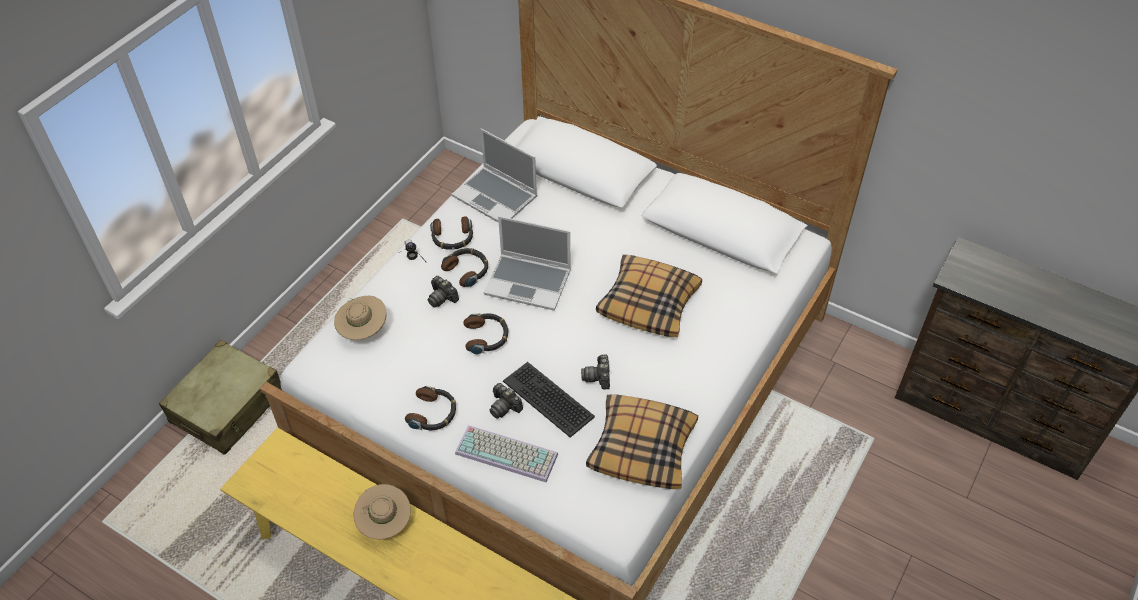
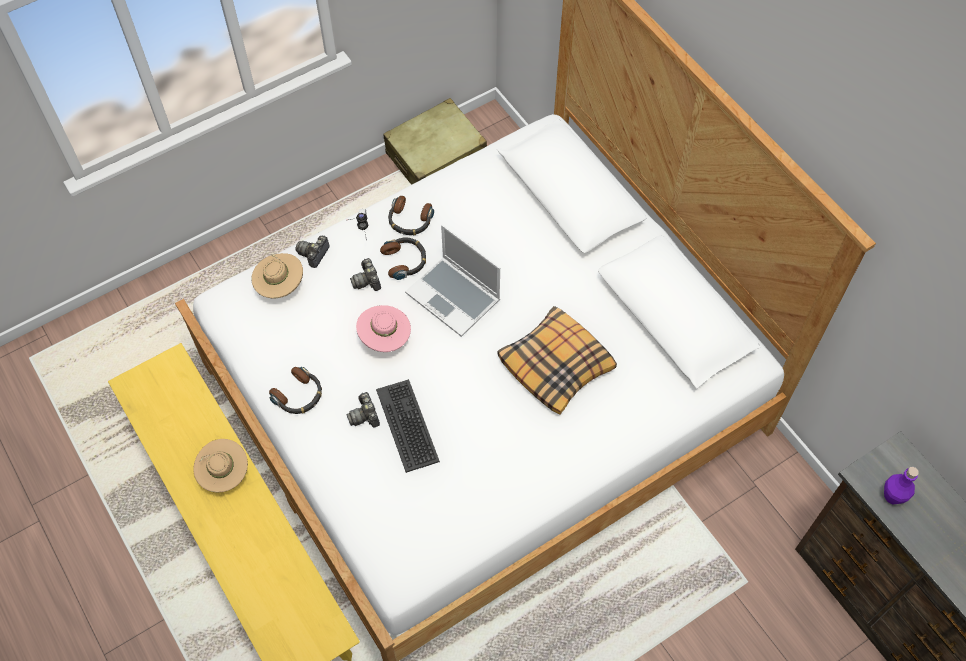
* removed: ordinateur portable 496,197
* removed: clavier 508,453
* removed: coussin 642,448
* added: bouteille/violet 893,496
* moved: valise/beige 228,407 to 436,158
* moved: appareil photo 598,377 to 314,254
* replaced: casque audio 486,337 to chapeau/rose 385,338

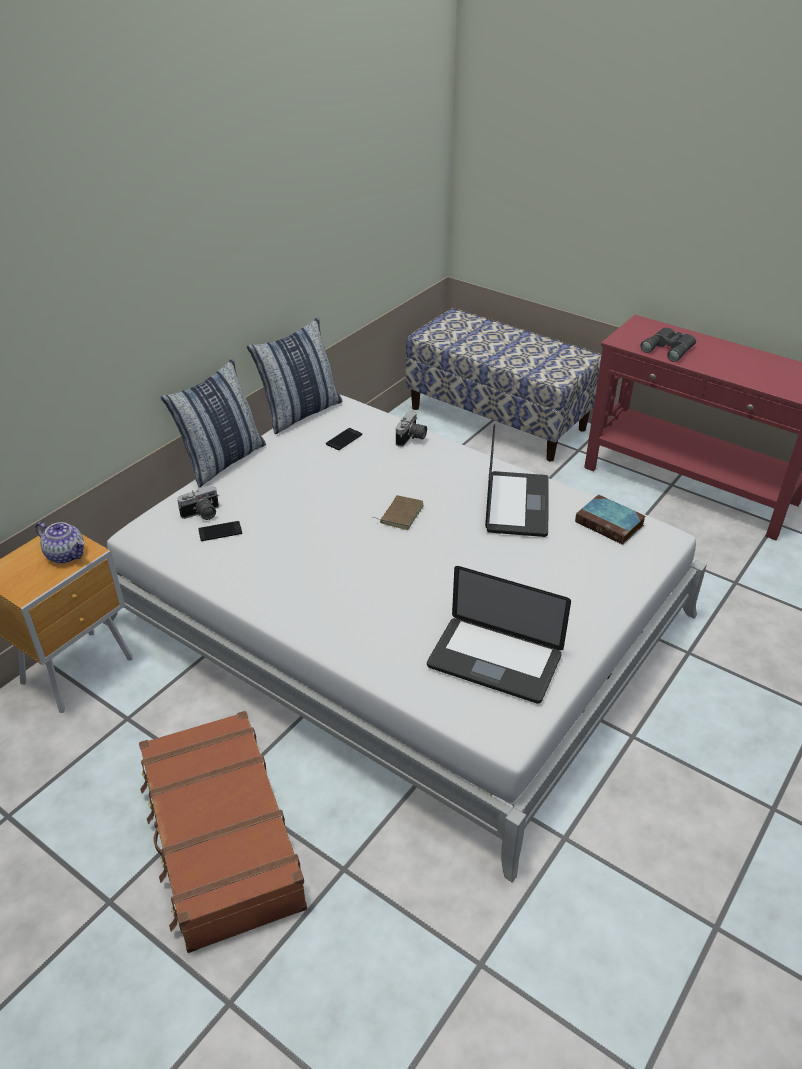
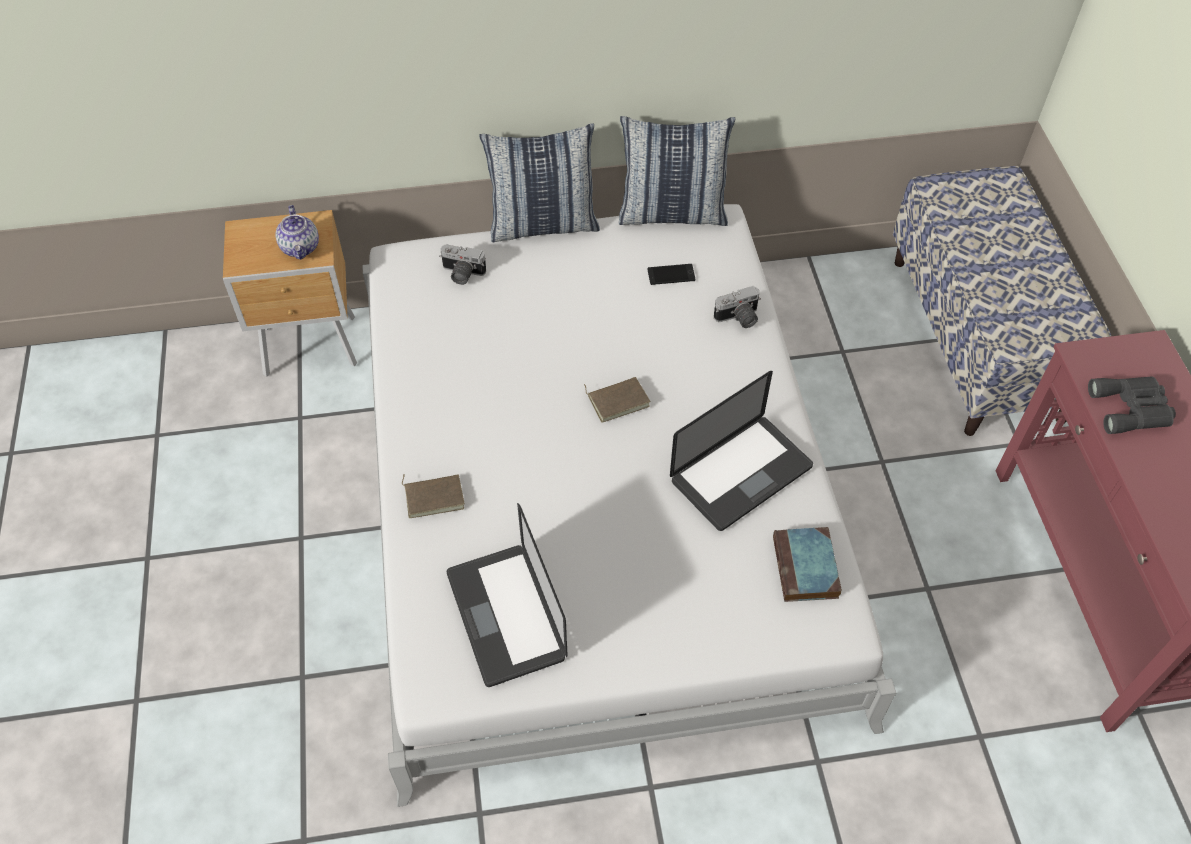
* removed: valise/marron 221,839
* removed: téléphone 220,531
* added: livre/marron 434,496

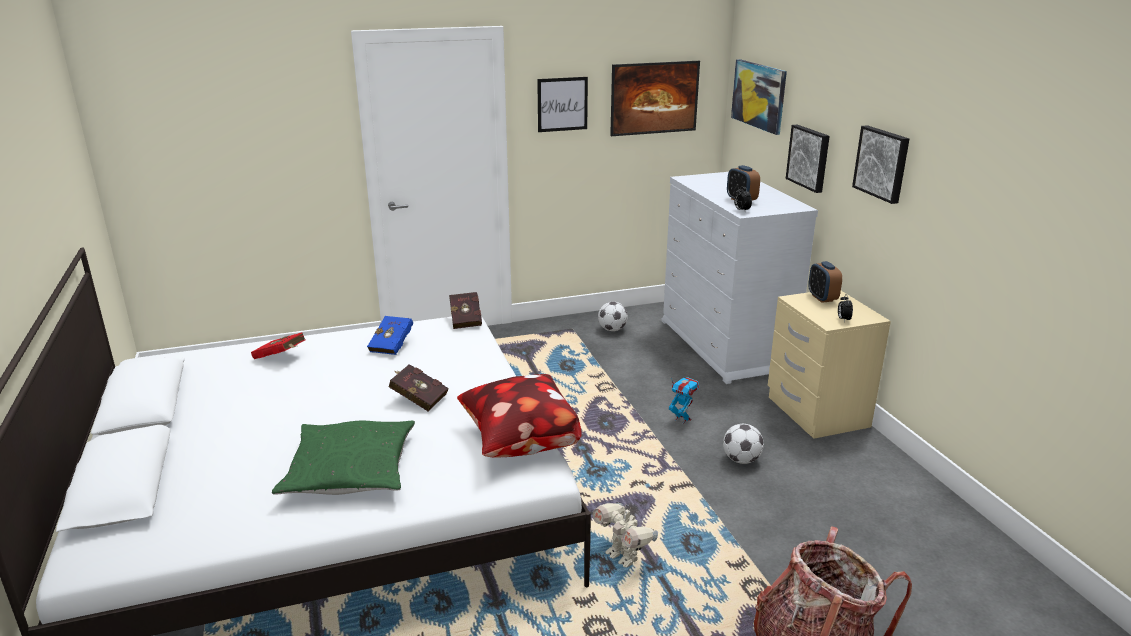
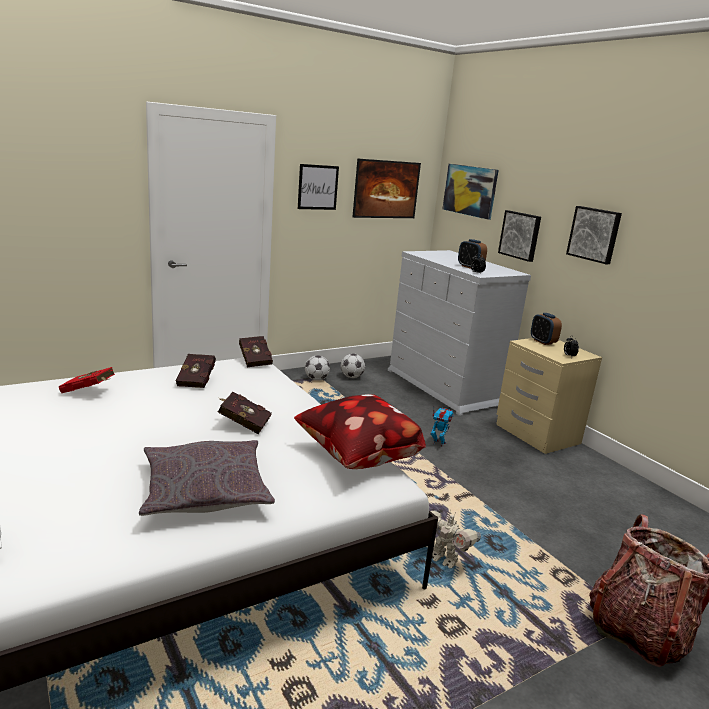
* moved: ballon de foot 741,460 to 316,379
* recoloured: coussin/vert 350,470 to coussin/gris 205,490
* recoloured: livre/bleu 393,345 to livre/rouge 197,380

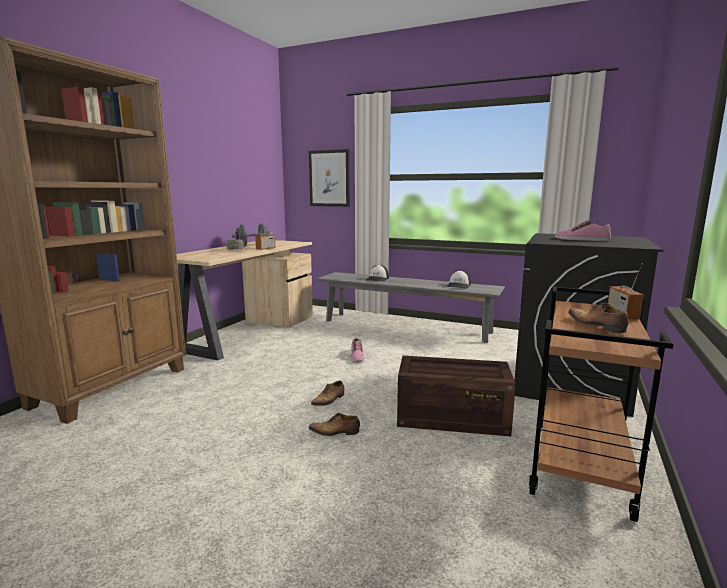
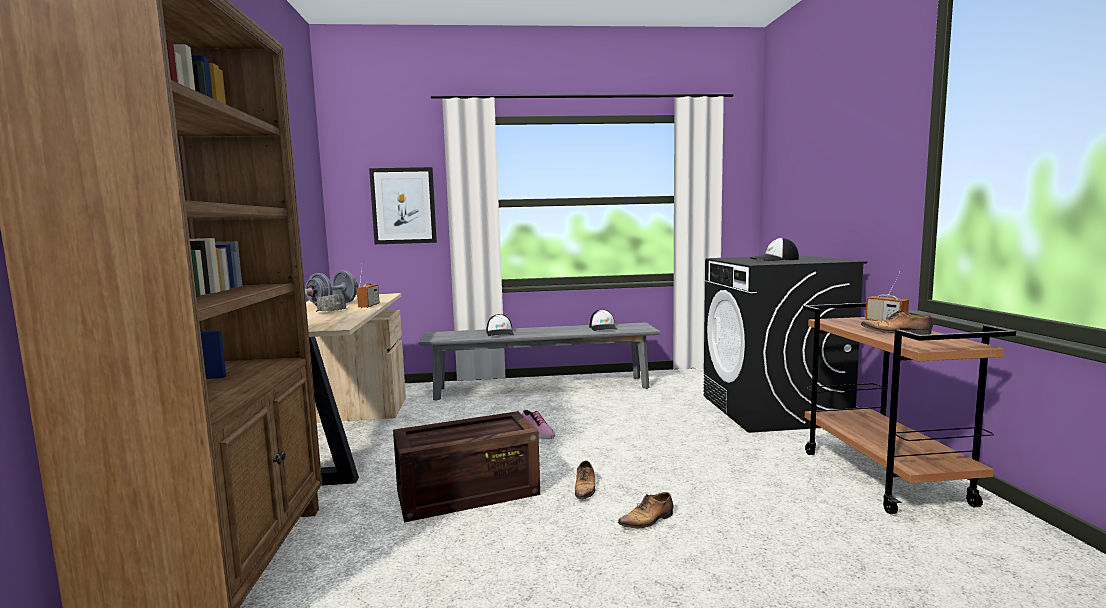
* moved: caisse 450,418 to 466,494
* replaced: chaussure 581,239 to casquette 774,259

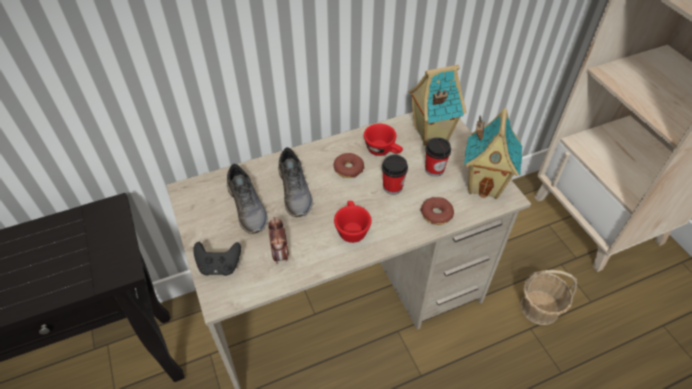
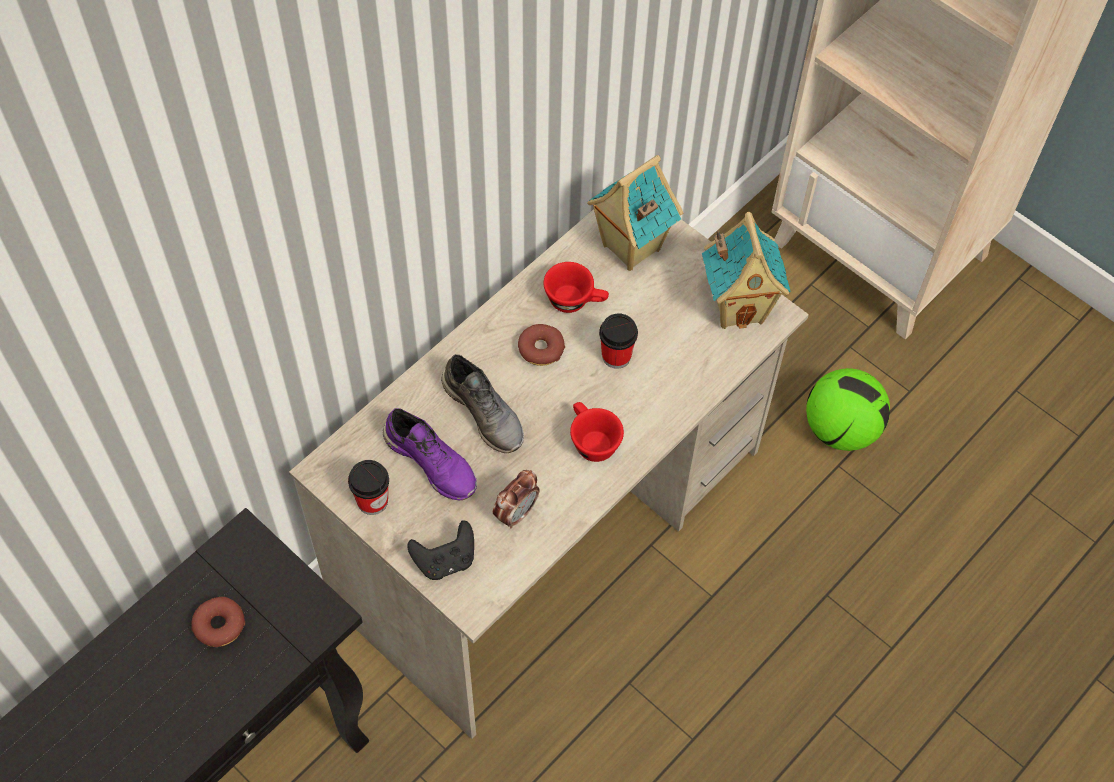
* moved: beignet 436,214 to 219,625
* moved: tasse 434,169 to 372,501
* replaced: panier 539,308 to ballon de foot 841,429
* recoloured: chaussure/gris 248,207 to chaussure/violet 432,461
* turned: réveil 280,254 = 516,513 105 degrees counterclockwise

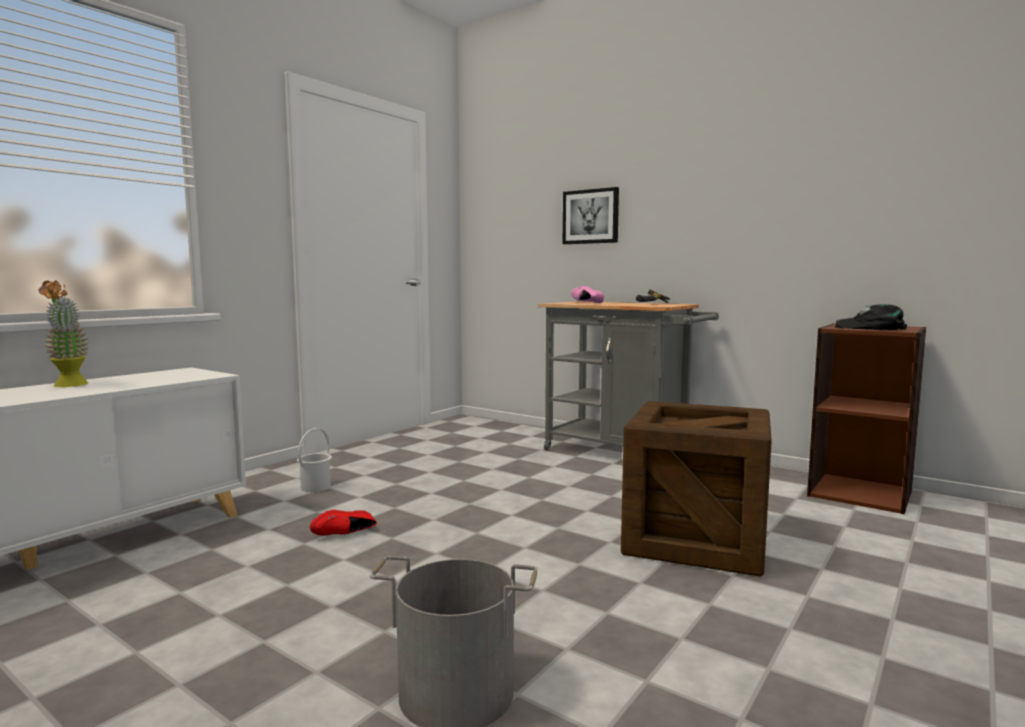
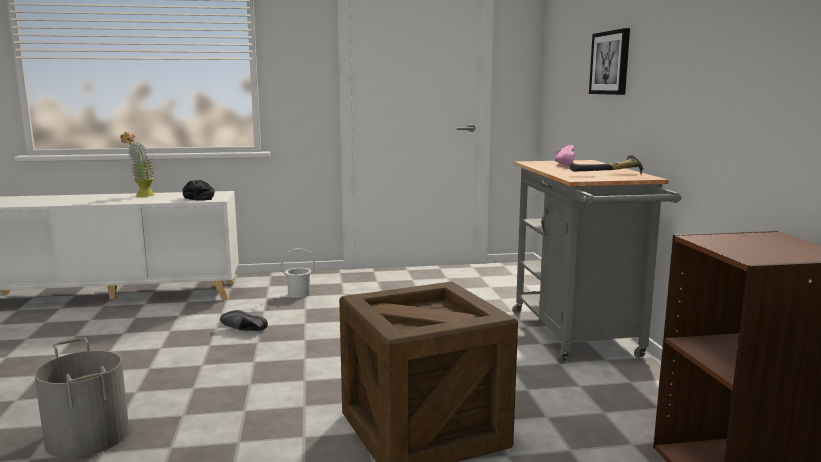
* moved: casquette/noir 871,328 to 200,197
* recoloured: chaussure/rouge 346,535 to chaussure/noir 243,331

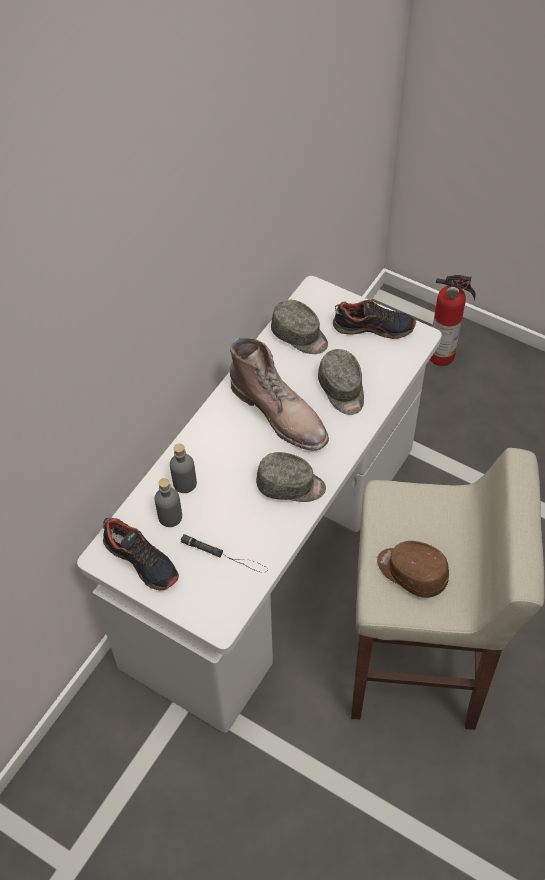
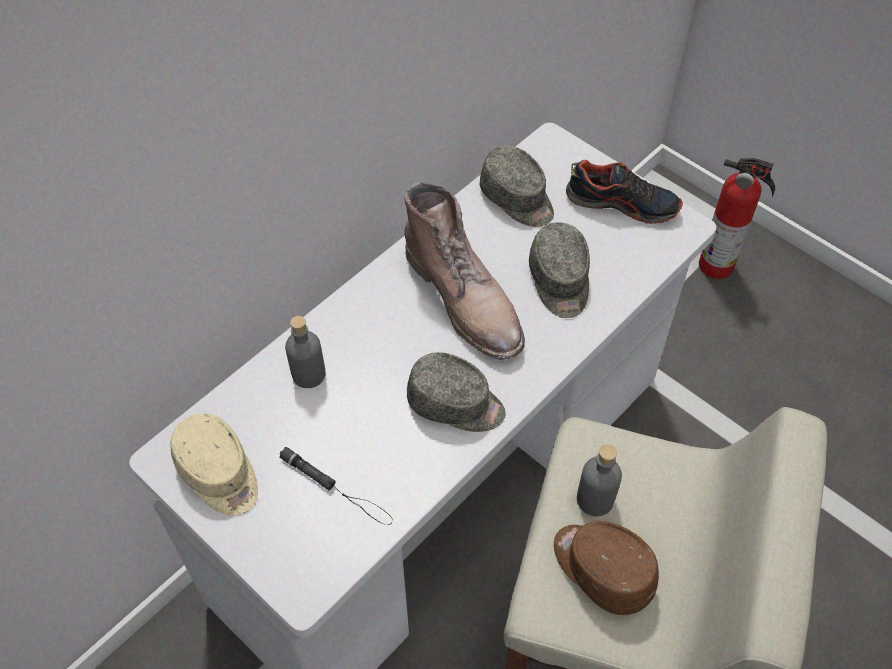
* moved: bouteille/gris 170,517 to 595,499
* replaced: chaussure 142,560 to casquette/beige 219,474

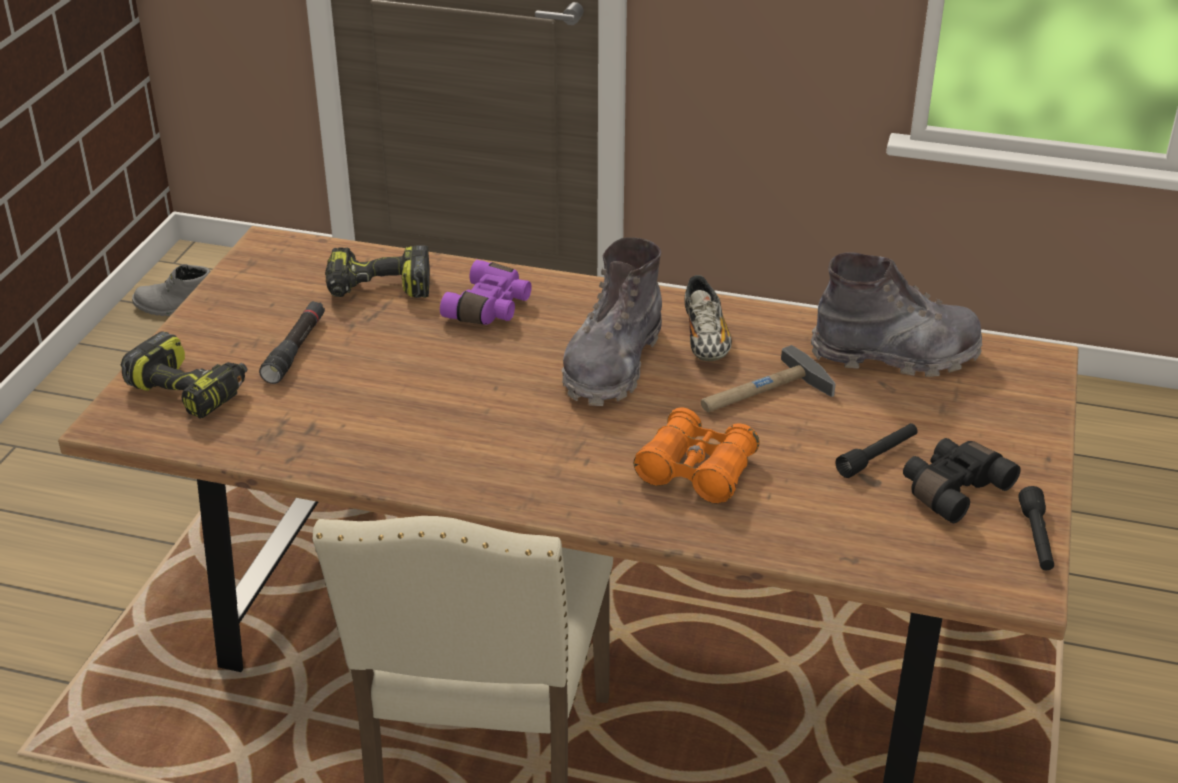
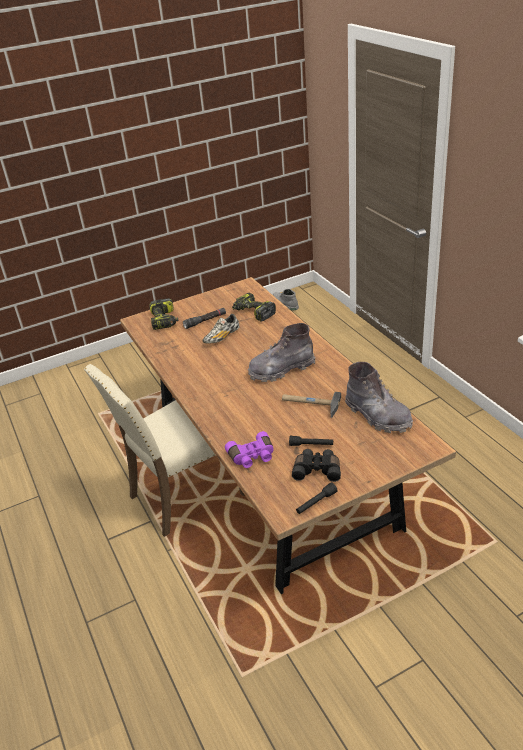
* removed: jumelles/orange 697,471
* moved: jumelles/violet 490,308 to 252,457
* moved: chaussure 705,339 to 222,337

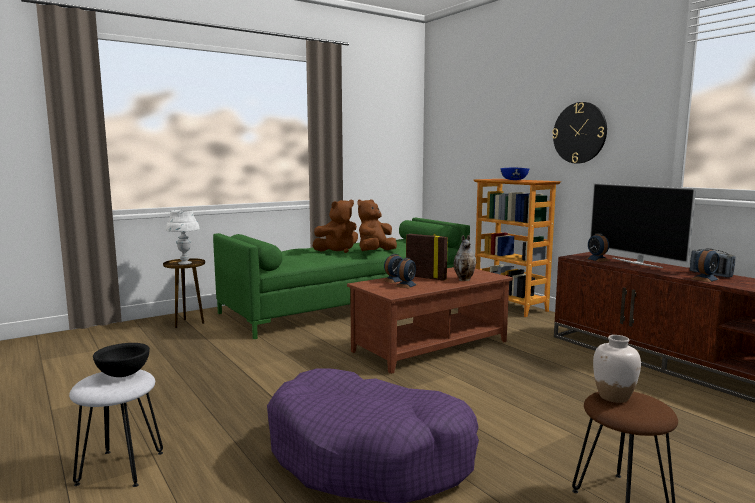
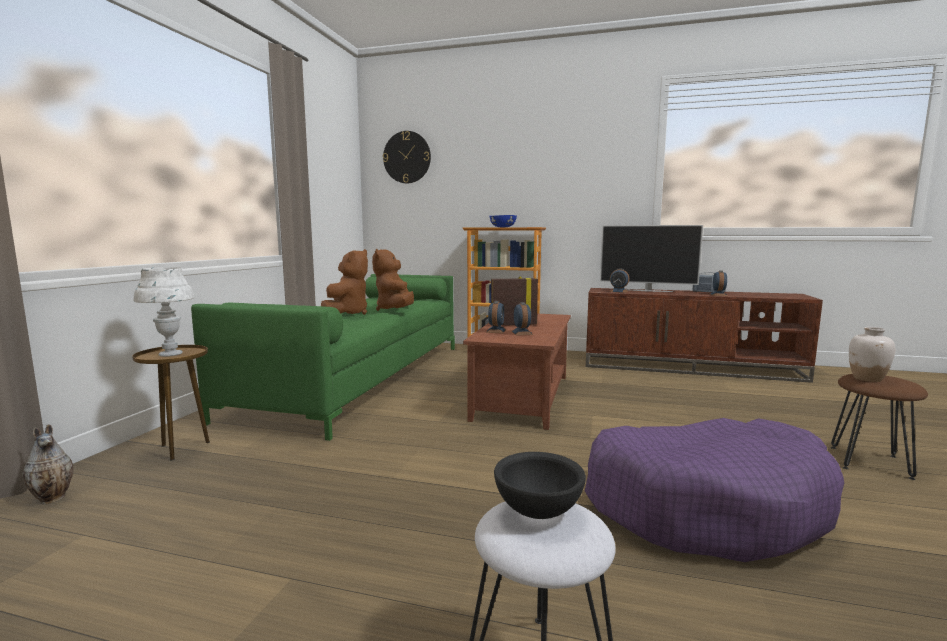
* moved: vase 464,279 to 54,498
* moved: horloge murale 579,133 to 407,157

